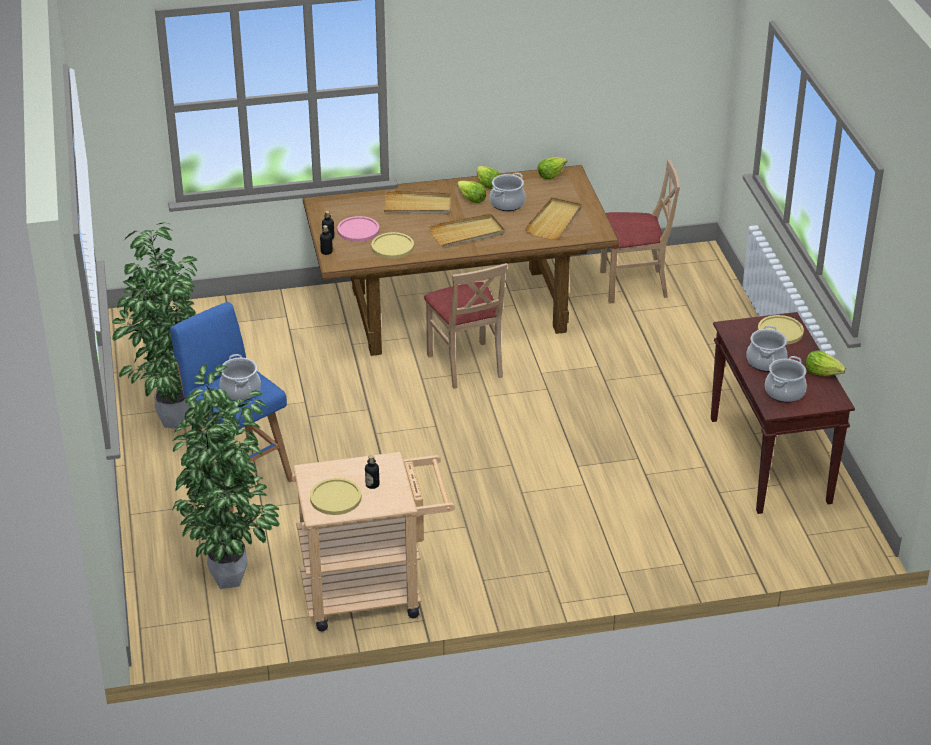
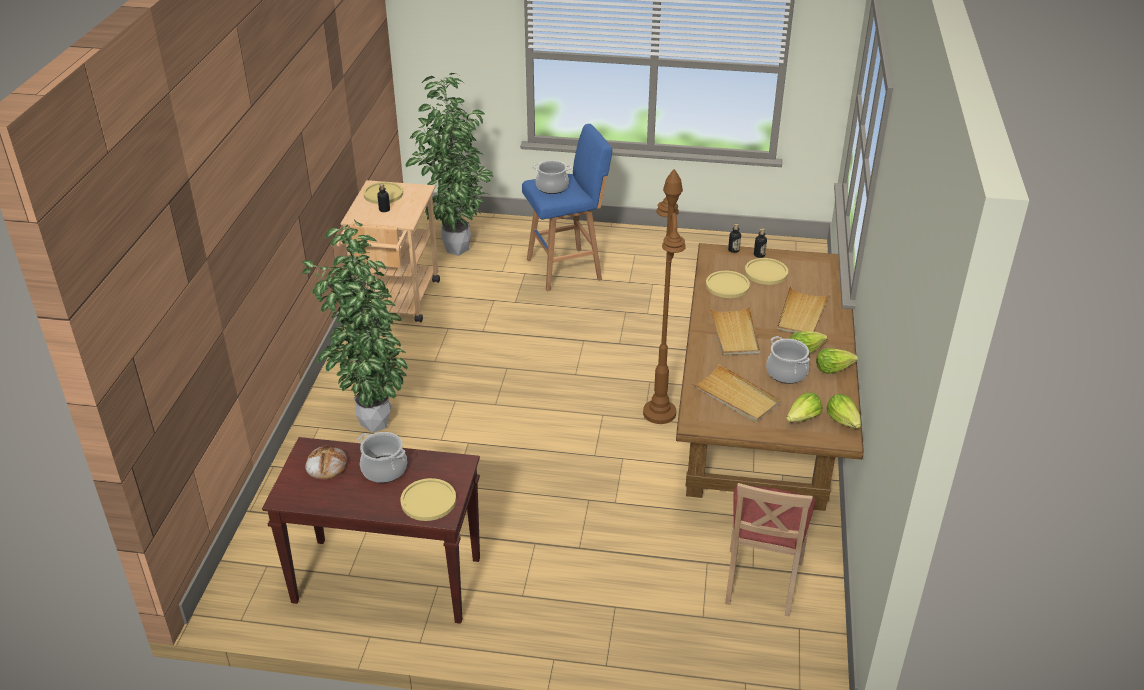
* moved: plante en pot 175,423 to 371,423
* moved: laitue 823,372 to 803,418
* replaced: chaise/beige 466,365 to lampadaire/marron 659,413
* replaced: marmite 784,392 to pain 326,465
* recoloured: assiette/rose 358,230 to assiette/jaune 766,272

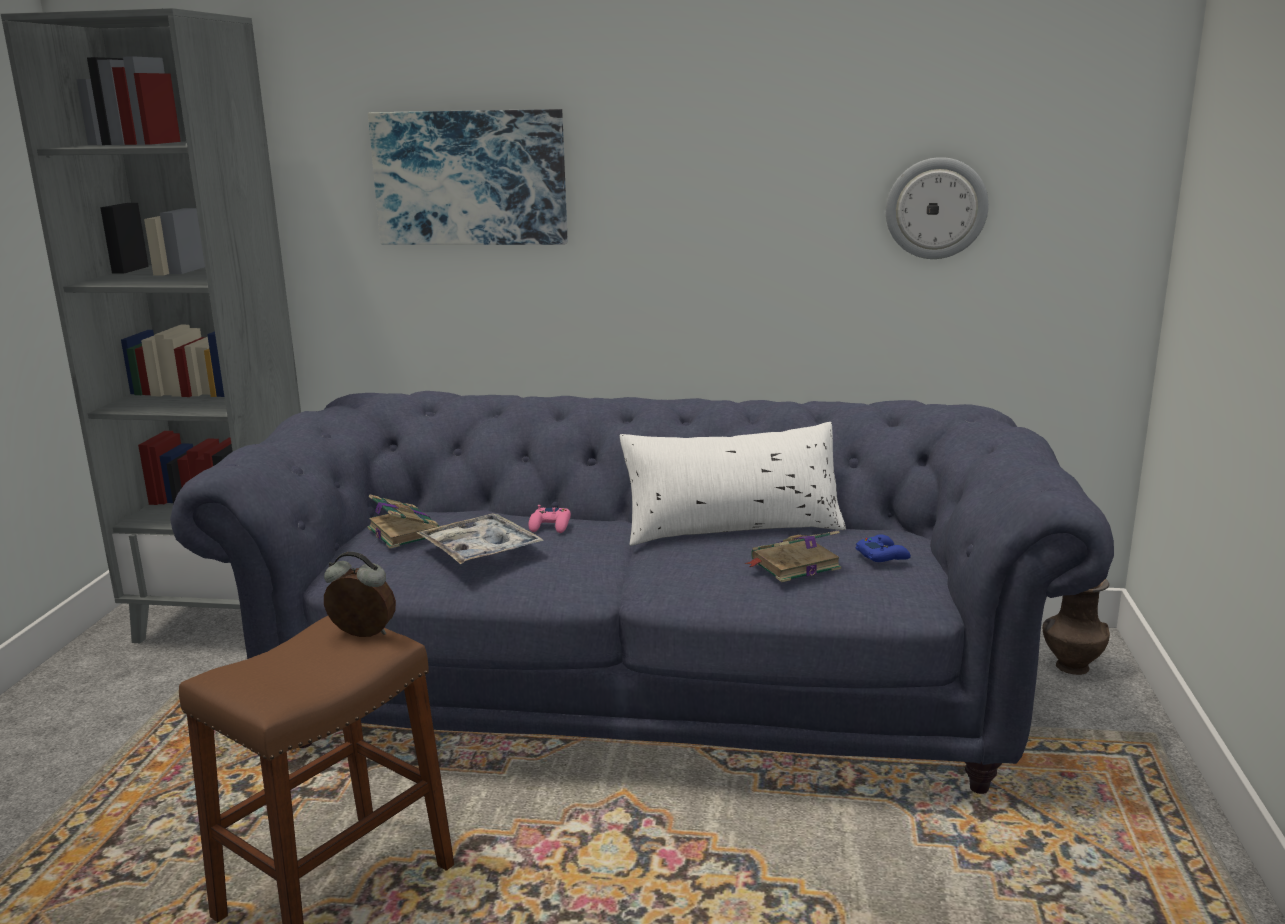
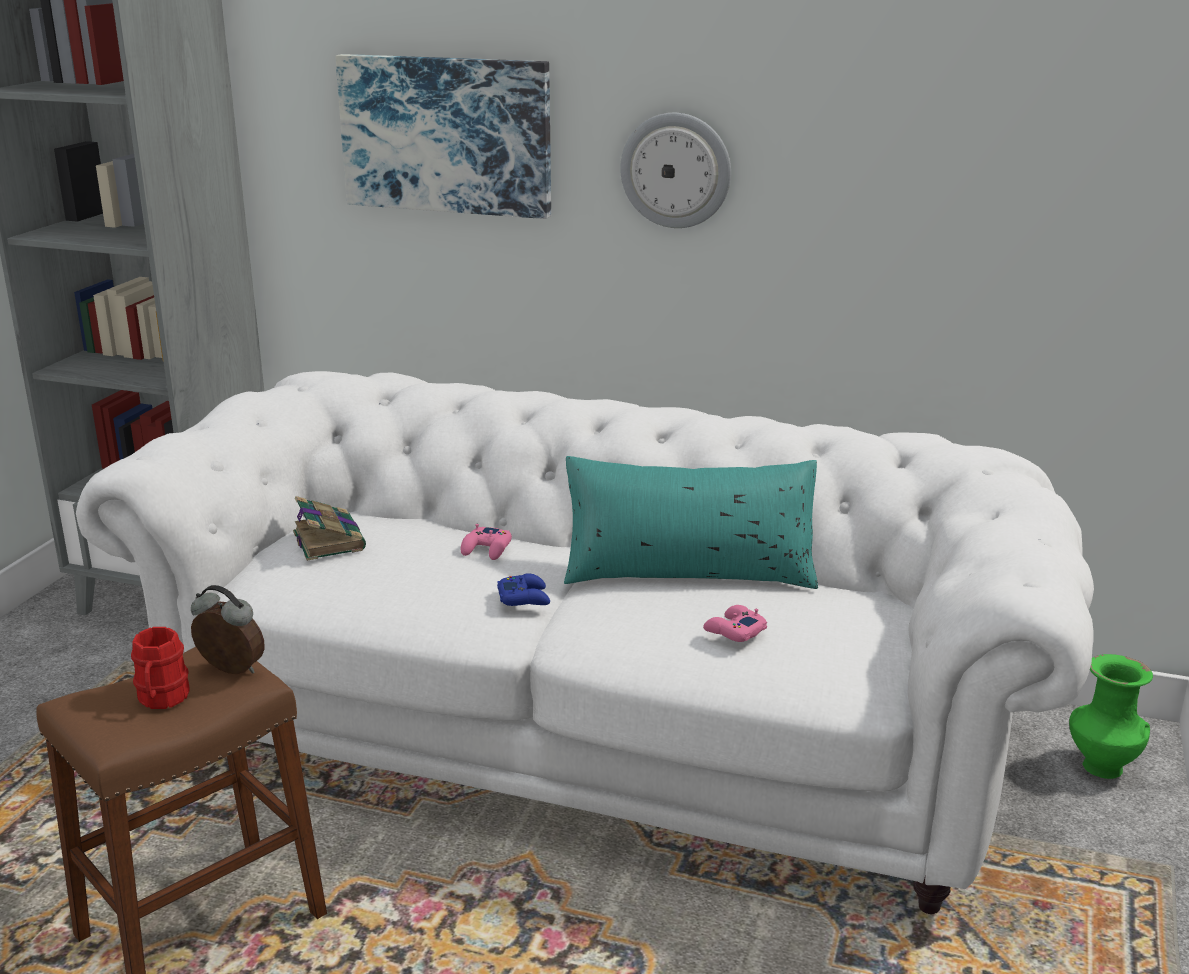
* removed: plateau 480,550
* added: mug/rouge 161,699
* moved: manette/bleu 882,555 to 524,597
* moved: horloge murale 936,208 to 676,170
* replaced: livre 793,565 to manette/rose 734,631
* recoloured: canapé/bleu 646,691 to canapé/blanc 593,736
* recoloured: coussin/blanc 732,527 to coussin/turquoise 689,572
* recoloured: vase/marron 1070,667 to vase/vert 1100,767

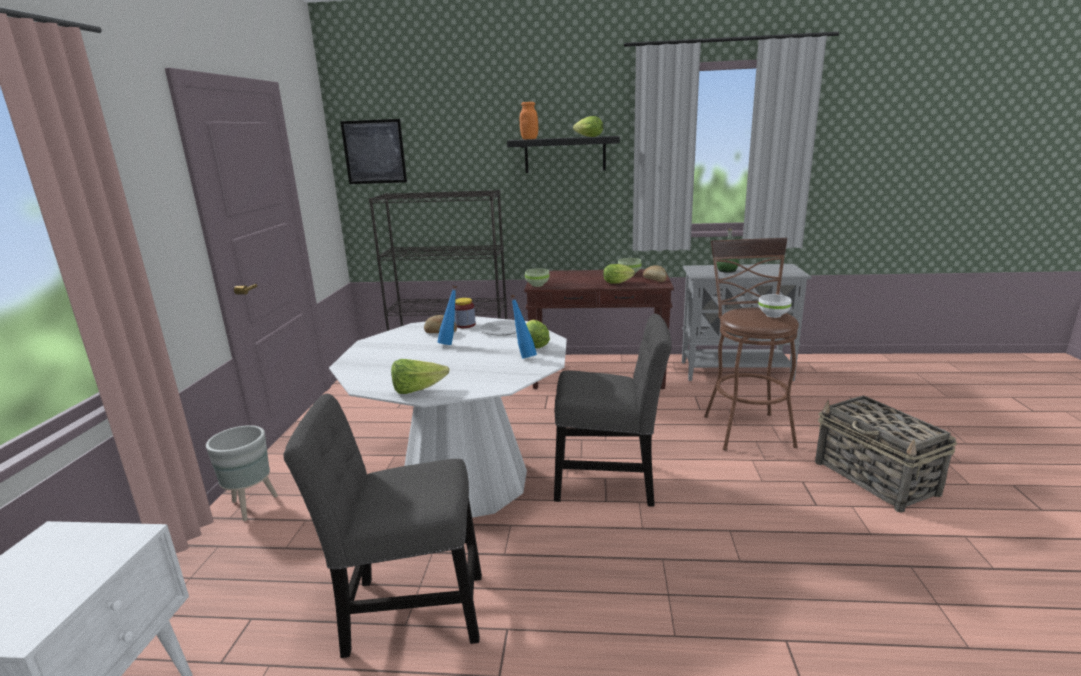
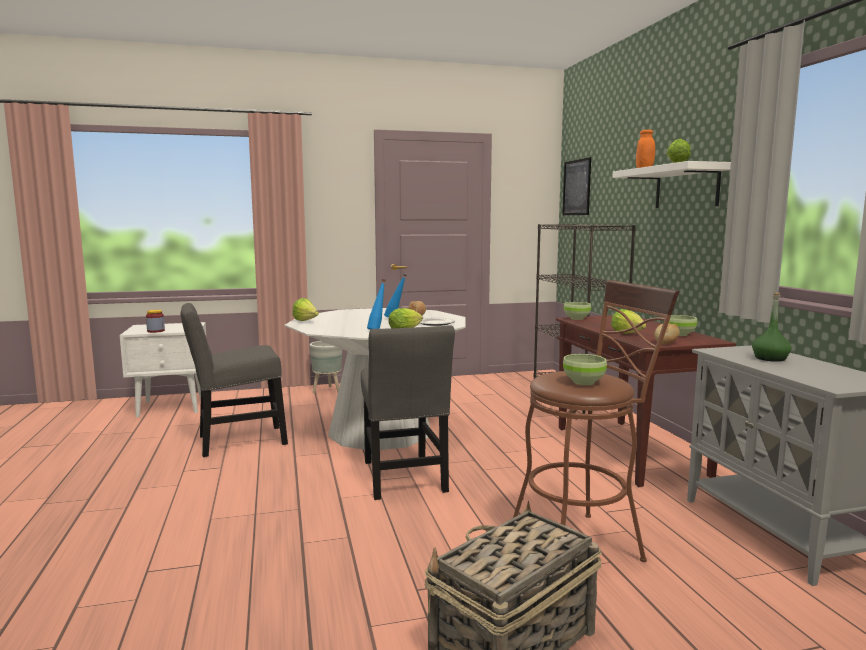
* moved: bocal 465,325 to 156,331
* recoloured: étagère/noir 565,154 to étagère/blanc 686,187
* recoloured: bol/blanc 772,315 to bol/vert 583,382
* turned: chaise/gris 407,612 = 237,441 90 degrees counterclockwise

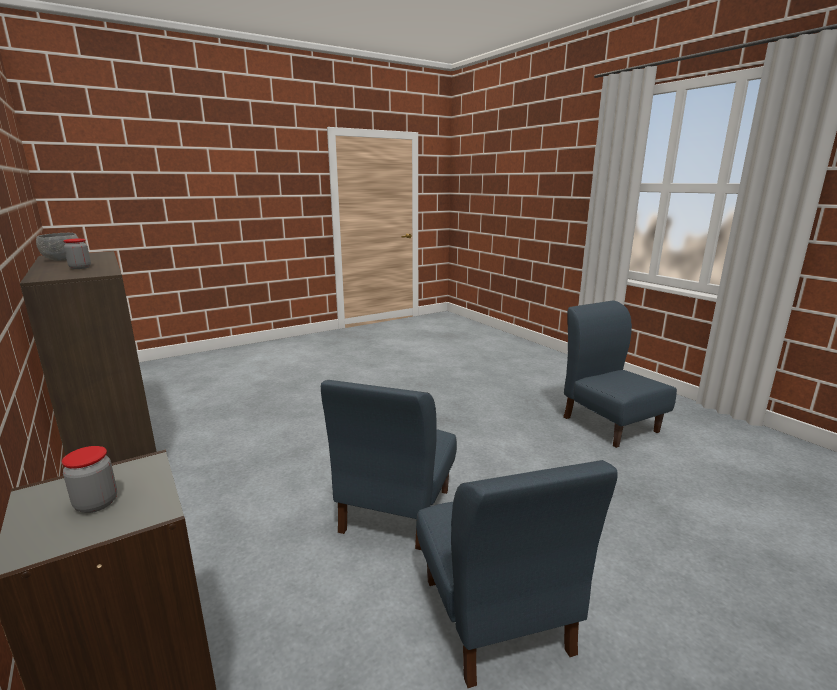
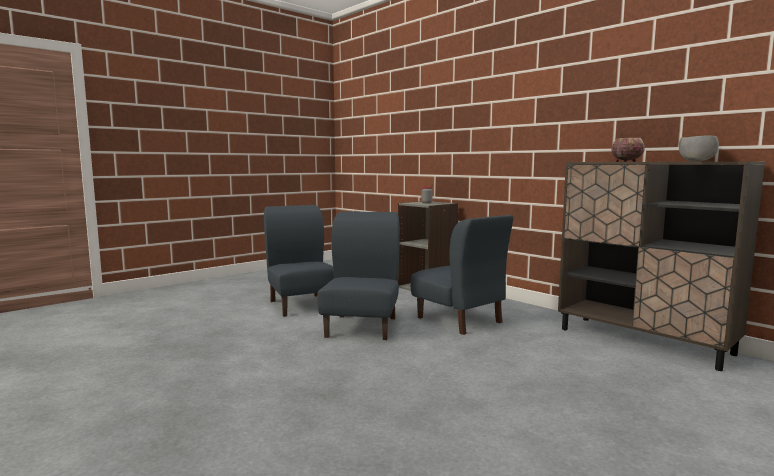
* moved: chaise/bleu 609,424 to 459,320
* replaced: bocal 80,268 to bol 626,161

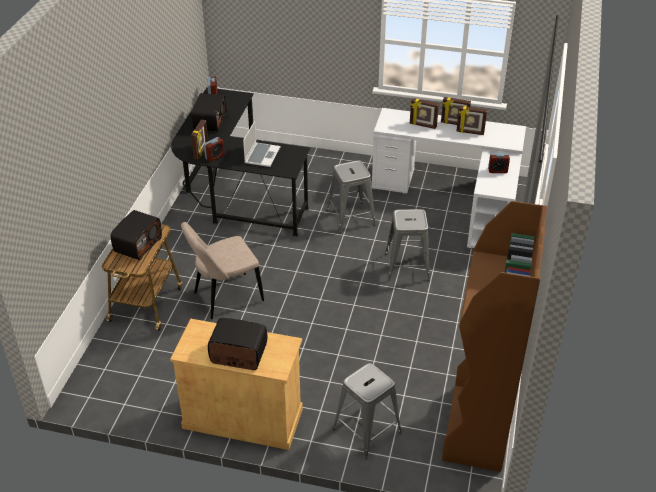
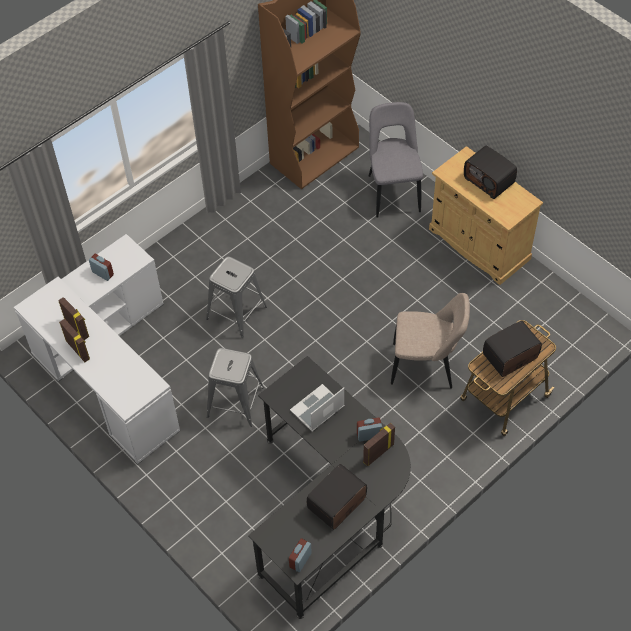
* removed: cadre photo 423,125
* replaced: tabouret/gris 366,430 to chaise/gris 393,191

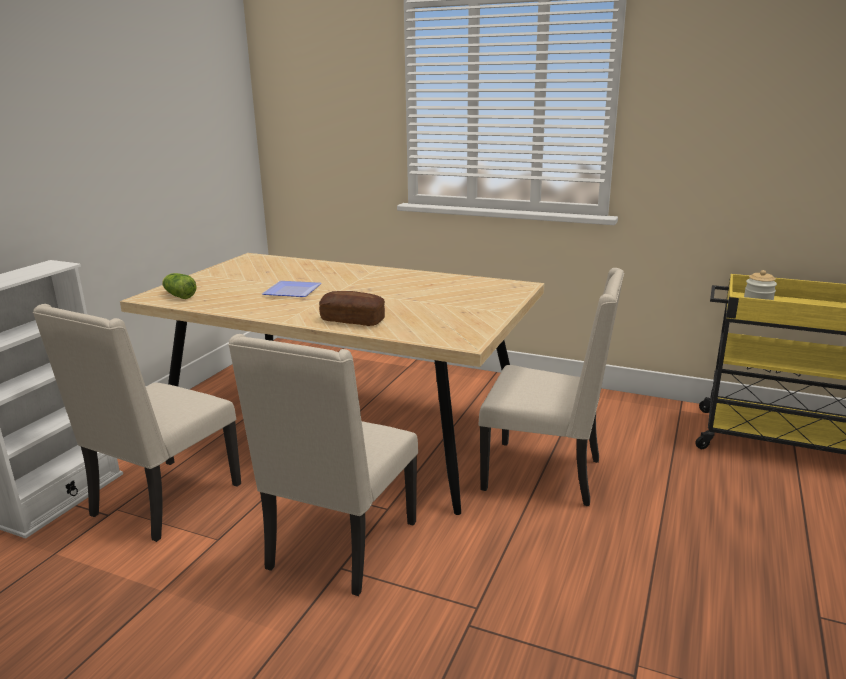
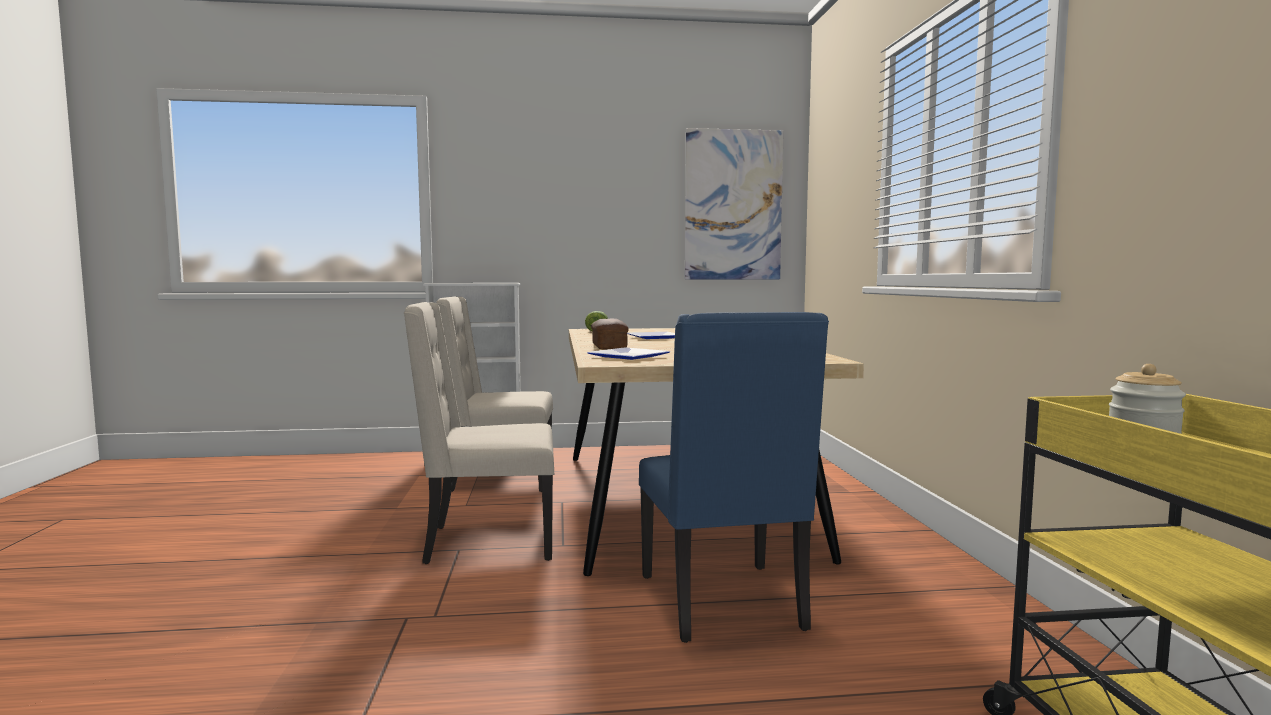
* added: assiette 629,357
* added: tableau 733,205
* recoloured: chaise/beige 545,474 to chaise/bleu 724,603

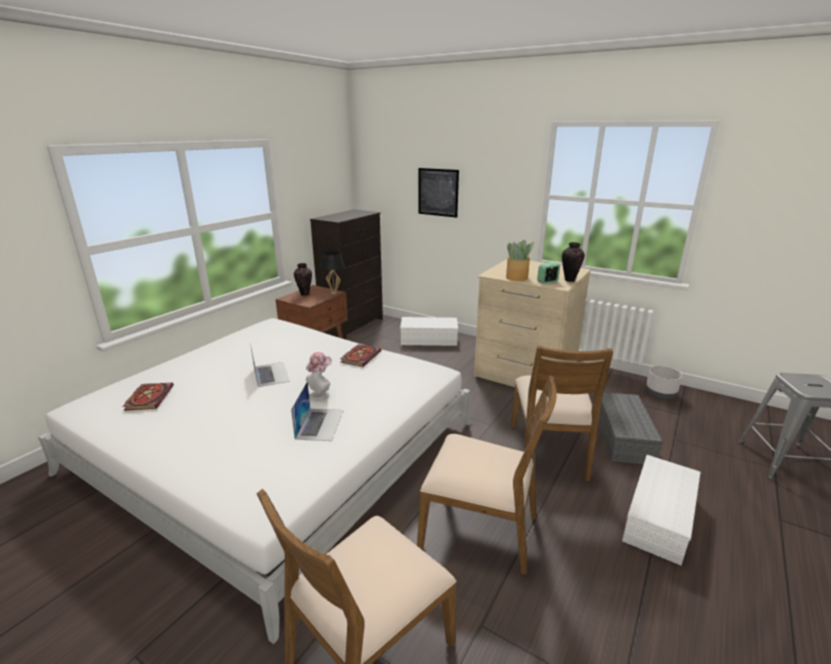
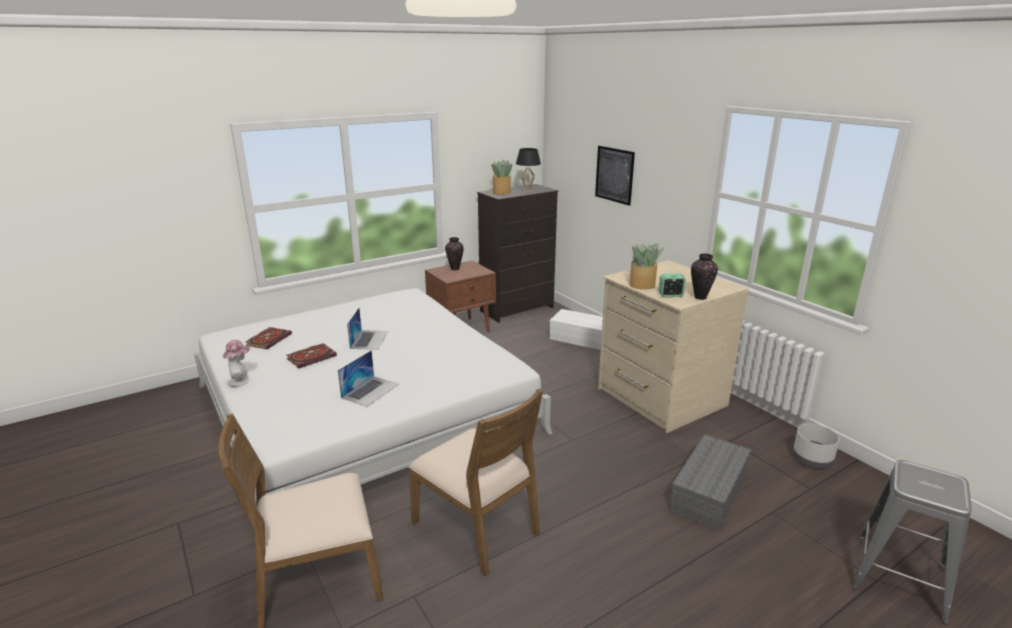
* removed: chaise/marron 549,451
* removed: boîte de rangement/blanc 658,516
* added: plante en pot 501,193
* moved: chapeau 321,394 to 241,381
* moved: lampe de table/noir 334,293 to 527,191
* moved: livre 360,356 to 312,357

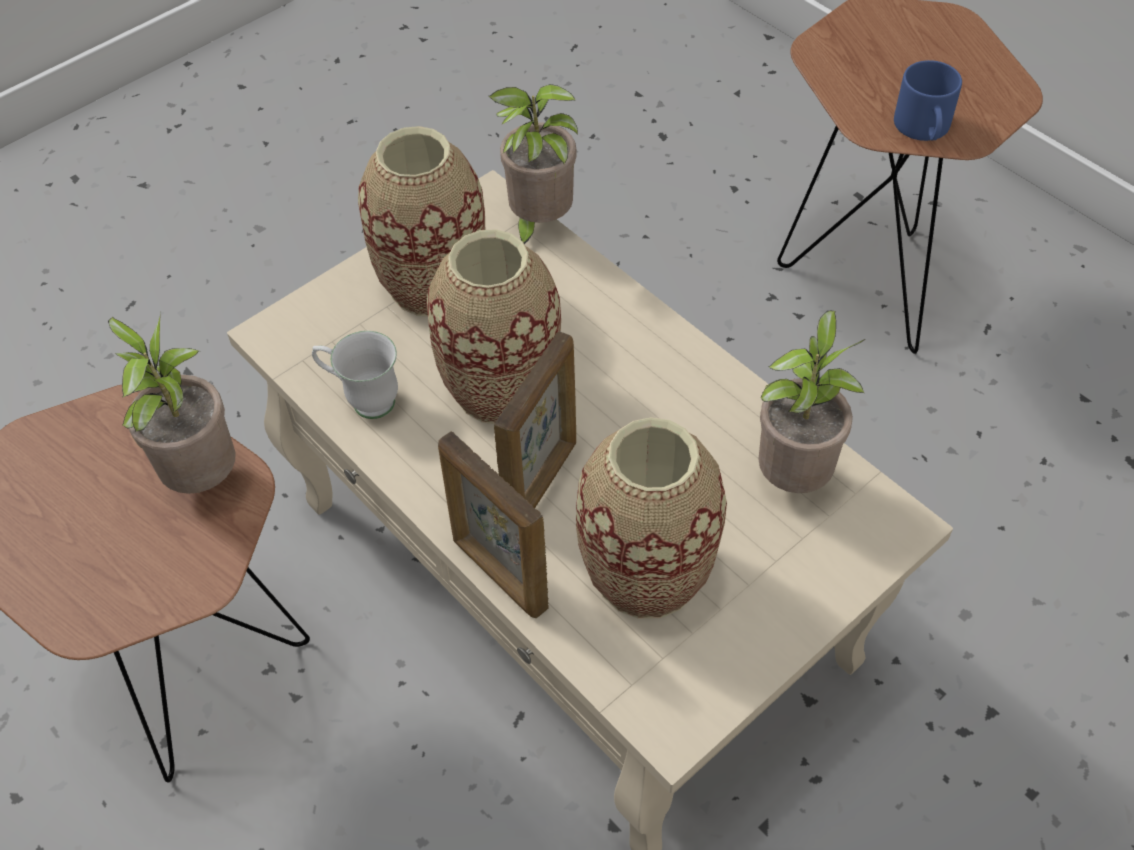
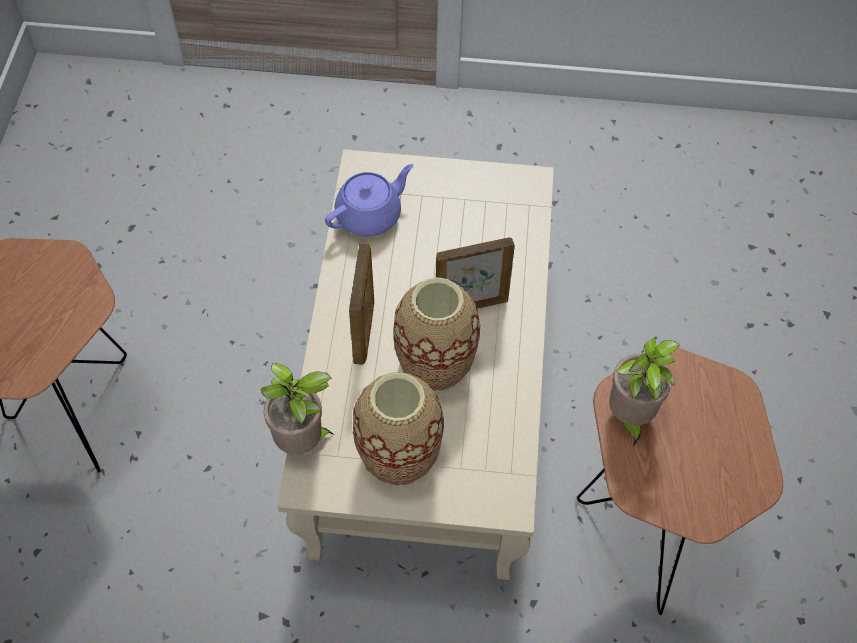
* removed: mug/blanc 363,400
* removed: vase 647,573
* removed: mug/bleu 925,129
* moved: cadre photo 499,574 to 364,332
* replaced: plante en pot 794,476 to théière/violet 370,215

